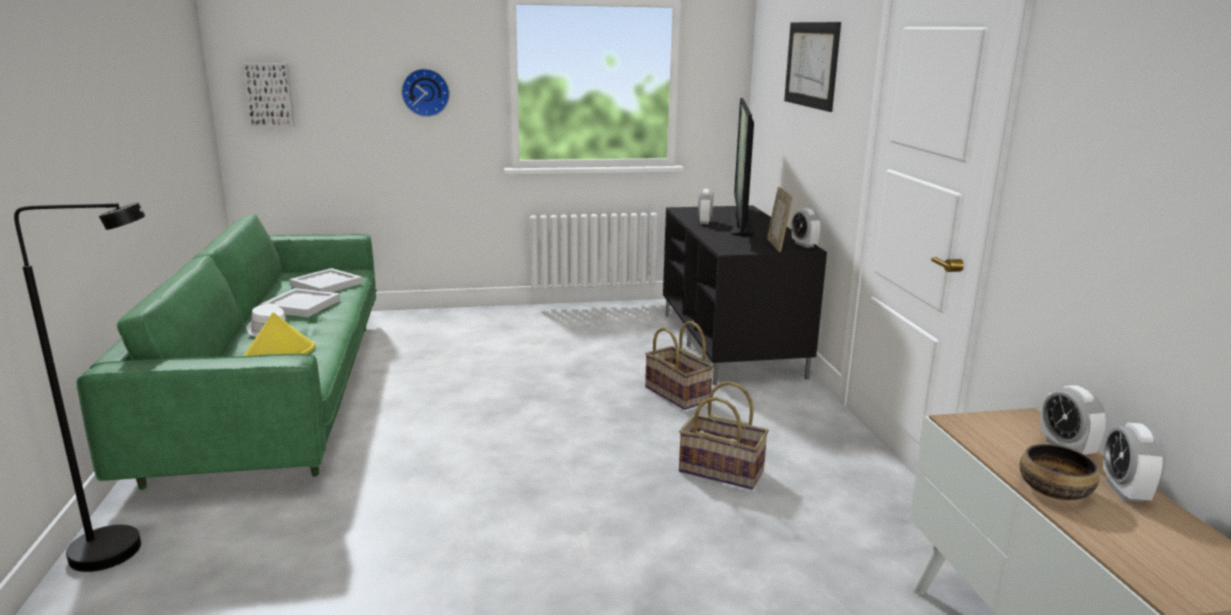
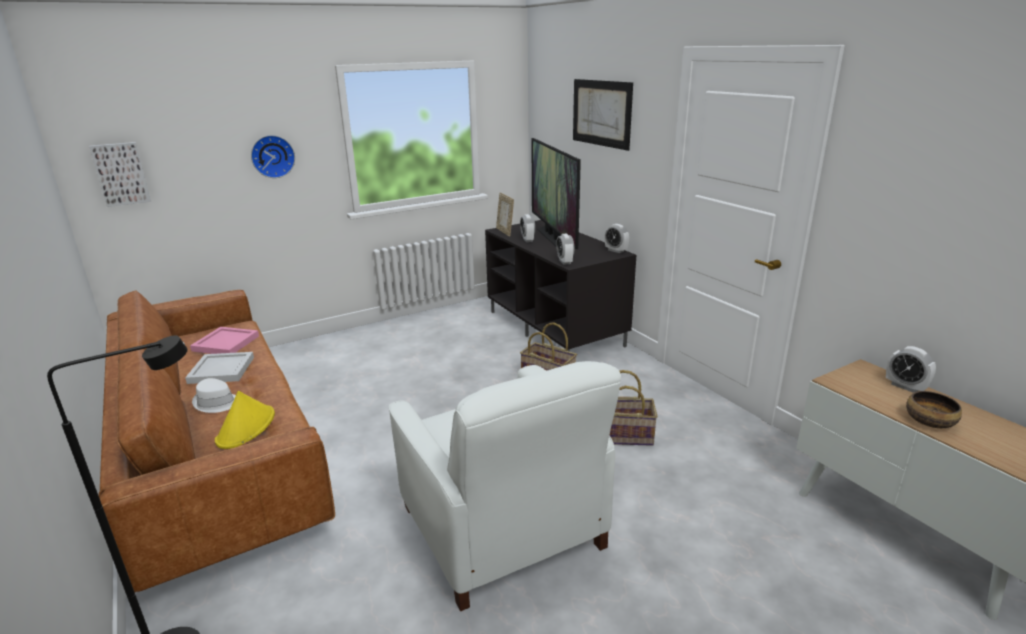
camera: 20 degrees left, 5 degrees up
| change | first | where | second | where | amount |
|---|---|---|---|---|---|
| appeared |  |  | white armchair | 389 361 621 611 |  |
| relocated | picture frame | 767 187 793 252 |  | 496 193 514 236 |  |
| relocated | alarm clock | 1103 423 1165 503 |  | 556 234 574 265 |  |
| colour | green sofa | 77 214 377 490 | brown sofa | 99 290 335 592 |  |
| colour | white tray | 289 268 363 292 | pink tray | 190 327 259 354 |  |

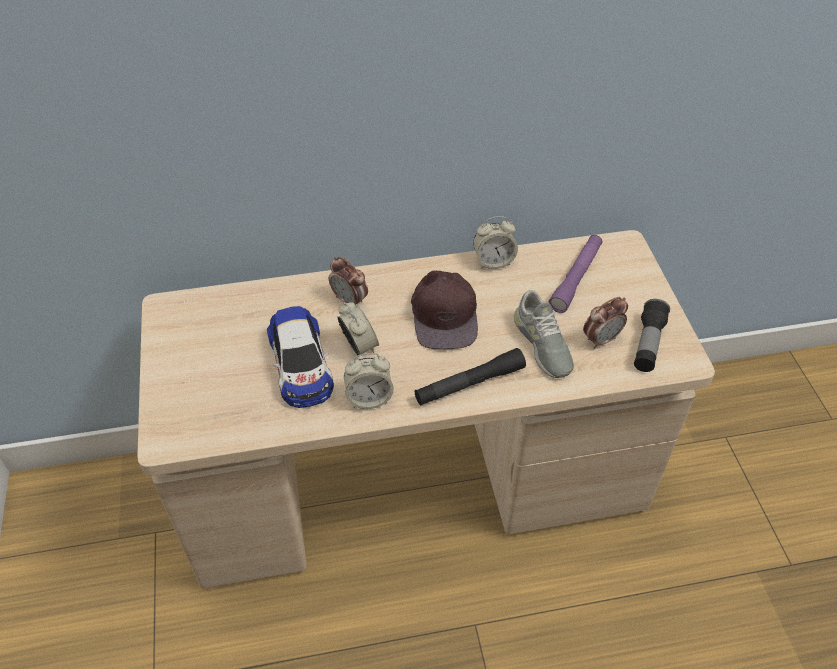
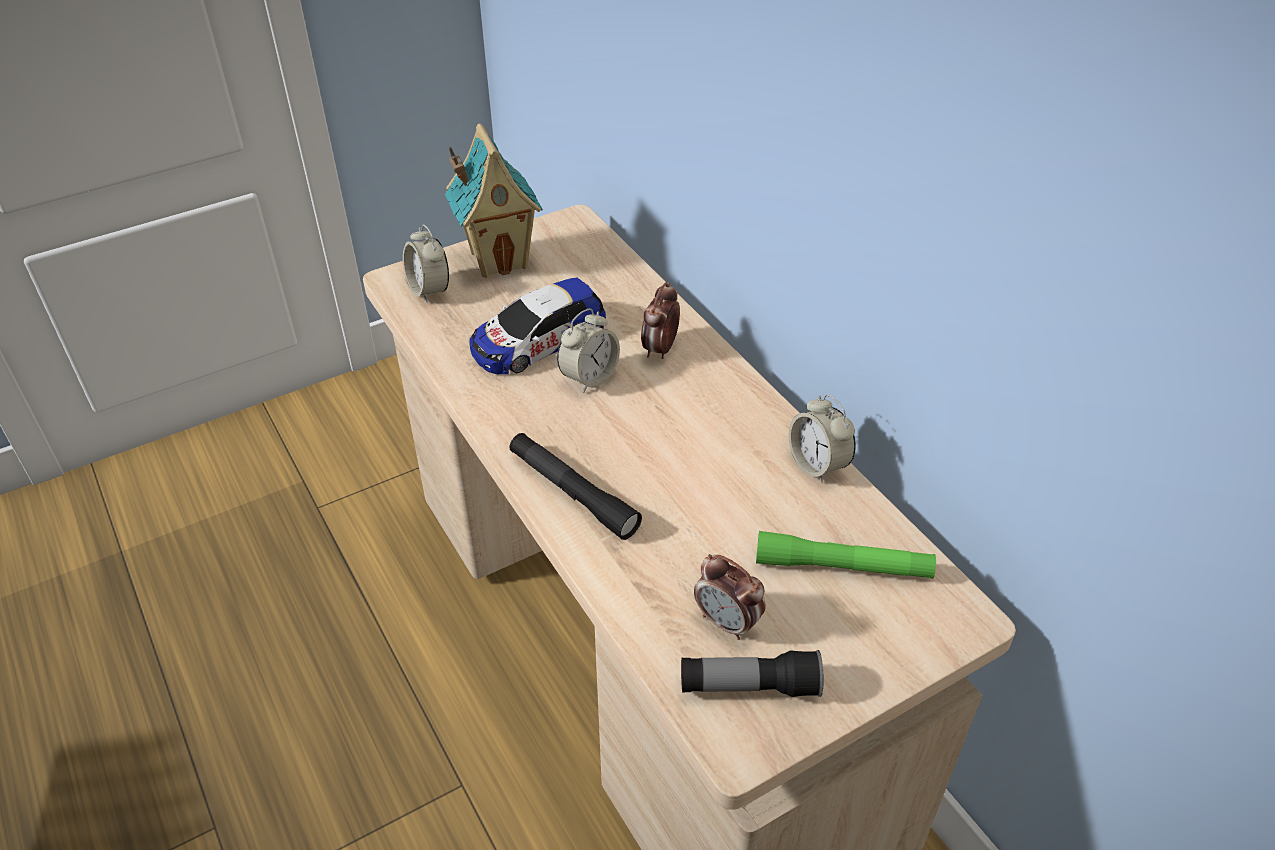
camera: 70 degrees right, 5 degrees down
| change | first | where | second | where | amount |
|---|---|---|---|---|---|
| missing | brown cap | 411 270 478 349 |  |  |  |
| missing | grey shoe | 514 290 574 378 |  |  |  |
| appeared |  |  | toy house | 445 123 543 278 |  |
| relocated | alarm clock | 344 353 394 409 |  | 403 224 449 303 |  |
| colour | purple flashlight | 549 235 603 313 | green flashlight | 756 531 936 579 |  |

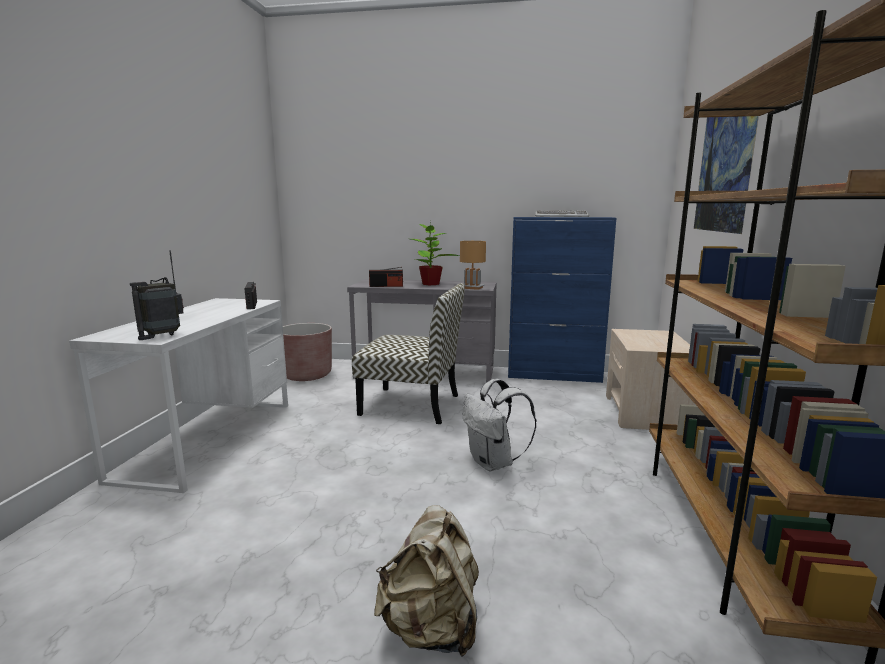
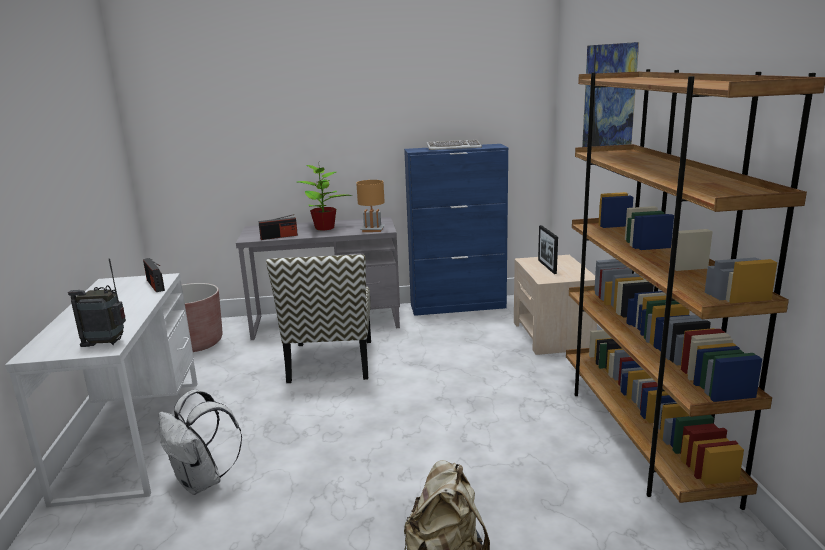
camera: 15 degrees left, 5 degrees up
| change | first | where | second | where | amount |
|---|---|---|---|---|---|
| appeared |  |  | picture frame | 538 225 558 274 |  |
| relocated | white backpack | 463 379 537 472 |  | 159 390 242 495 |  |
| spun | radio | 130 250 184 340 |  | 68 258 126 347 | 60 degrees clockwise |
| spun | chair | 352 283 465 424 |  | 266 255 371 383 | 90 degrees clockwise |

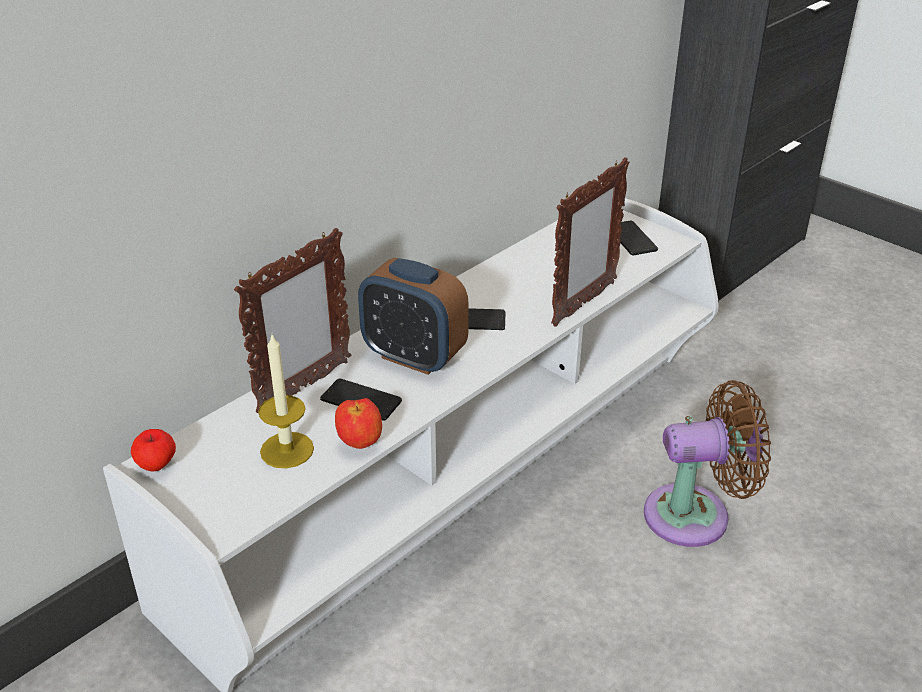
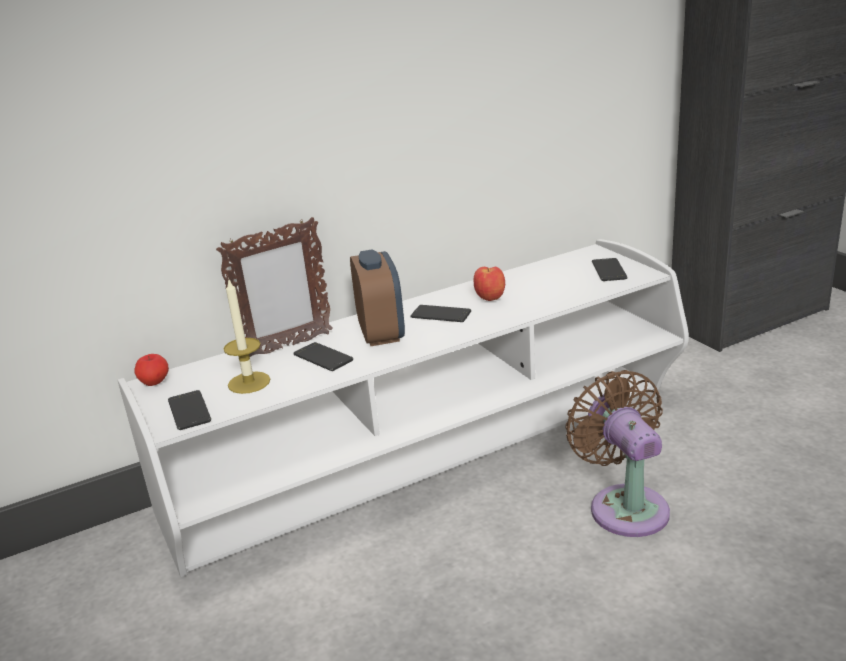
camera: 20 degrees right, 10 degrees down
| change | first | where | second | where | amount |
|---|---|---|---|---|---|
| missing | picture frame | 551 157 629 327 |  |  |  |
| appeared |  |  | phone | 168 390 211 430 |  |
| relocated | apple | 335 398 382 449 |  | 474 267 505 301 |  |
| spun | alarm clock | 358 258 469 375 |  | 350 249 405 346 | 150 degrees counterclockwise |
| spun | brown fan | 644 380 771 547 |  | 566 370 670 537 | 120 degrees counterclockwise |

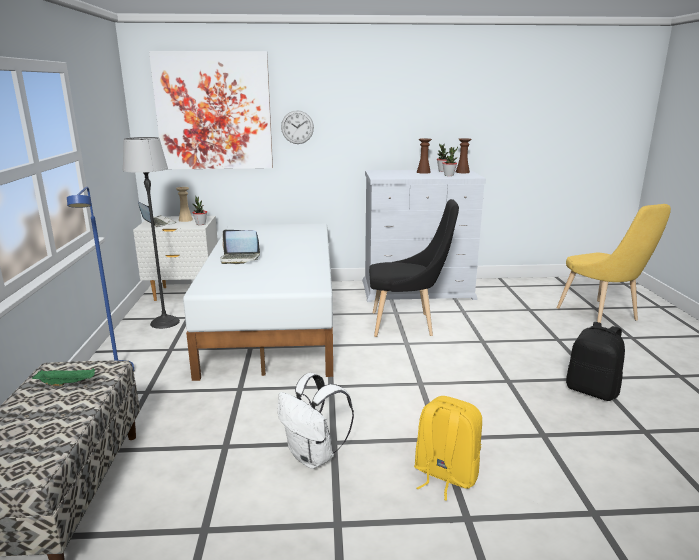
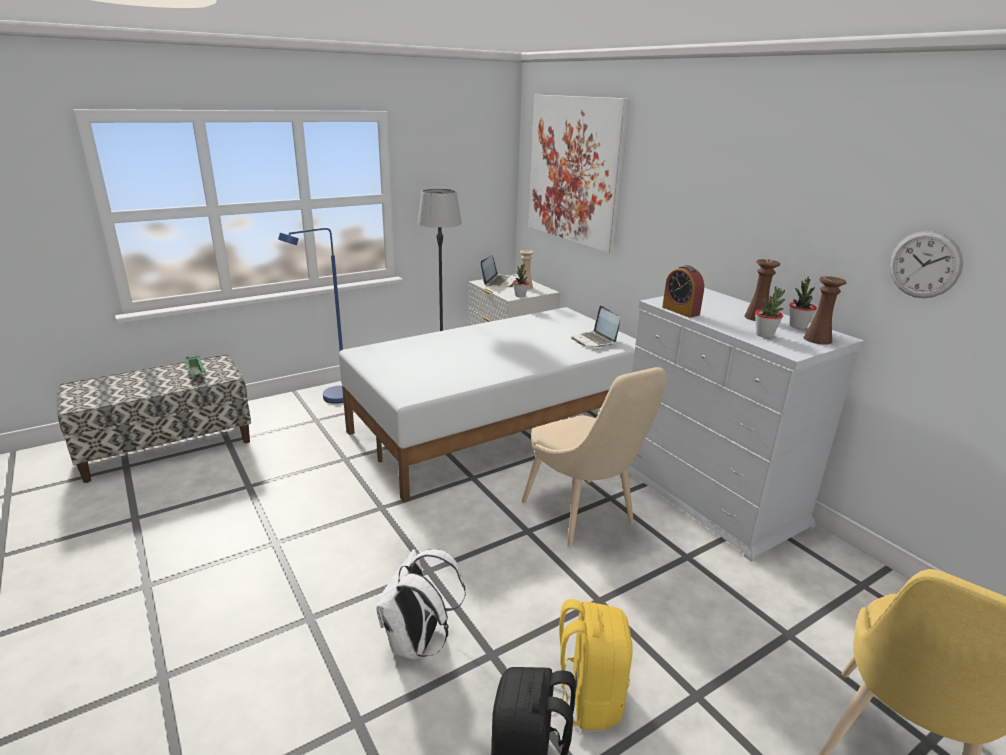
camera: 60 degrees right, 5 degrees up
| change | first | where | second | where | amount |
|---|---|---|---|---|---|
| appeared |  |  | alarm clock | 662 265 704 318 |  |
| relocated | laptop | 220 230 260 264 |  | 571 306 620 347 |  |
| relocated | white backpack | 278 373 354 469 |  | 376 549 466 660 |  |
| relocated | wall clock | 281 110 314 144 |  | 889 231 963 298 |  |
| relocated | yellow backpack | 414 396 482 501 |  | 559 599 633 730 |  |
| colour | black chair | 369 199 459 337 | beige chair | 522 367 666 547 |  |

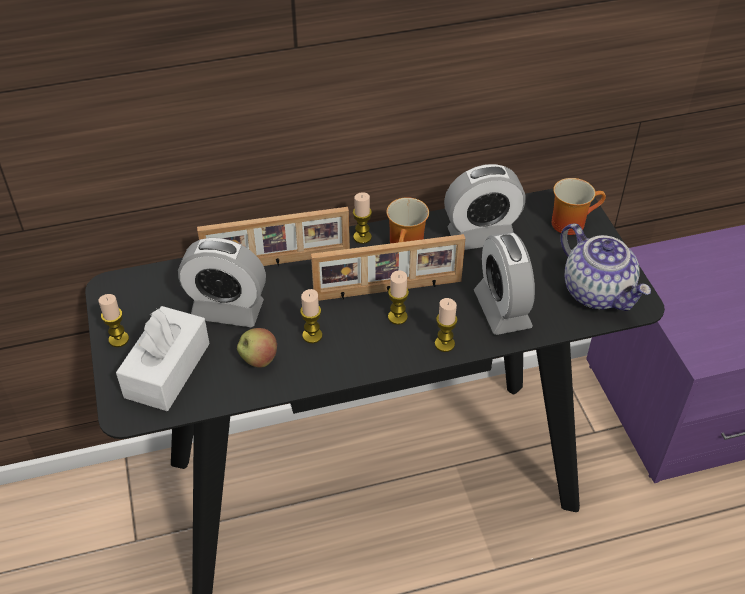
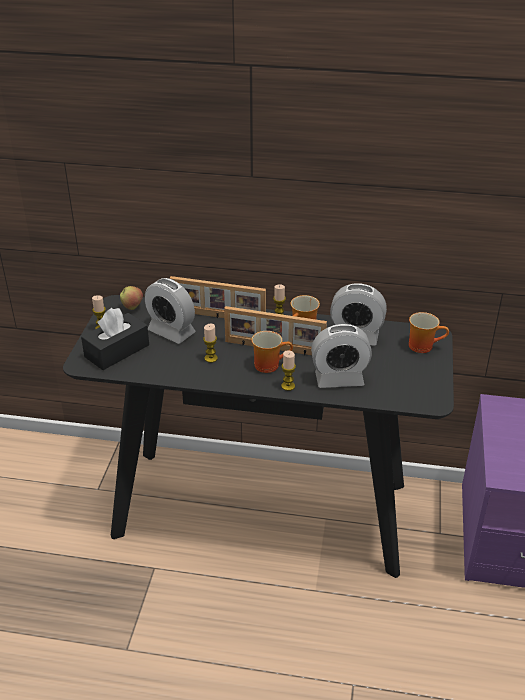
camera: 25 degrees right, 10 degrees down
| change | first | where | second | where | amount |
|---|---|---|---|---|---|
| missing | teapot | 560 224 651 311 |  |  |  |
| relocated | apple | 237 328 277 368 |  | 120 286 143 310 |  |
| exchanged | candle | 388 270 409 325 | mug | 251 331 293 373 |  |
| colour | white tissue box | 116 306 210 411 | black tissue box | 81 308 149 370 |  |
| spun | alarm clock | 474 232 535 335 |  | 311 324 372 388 | 105 degrees counterclockwise |

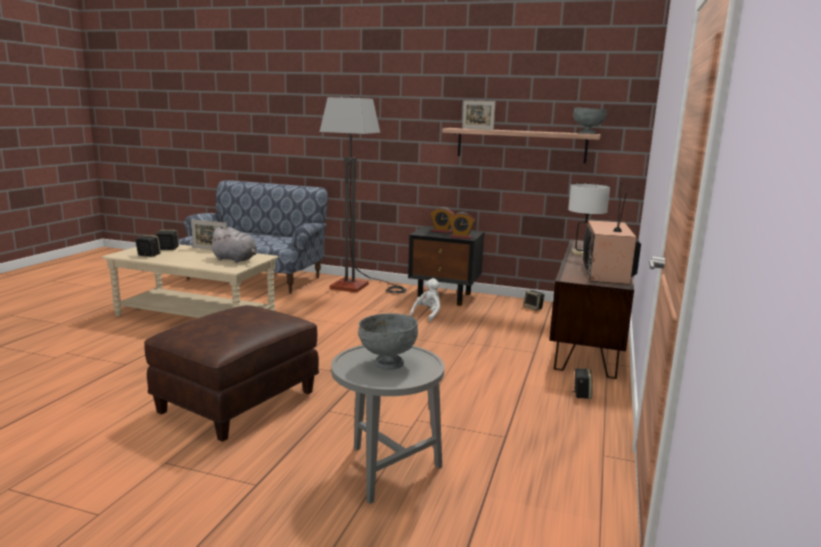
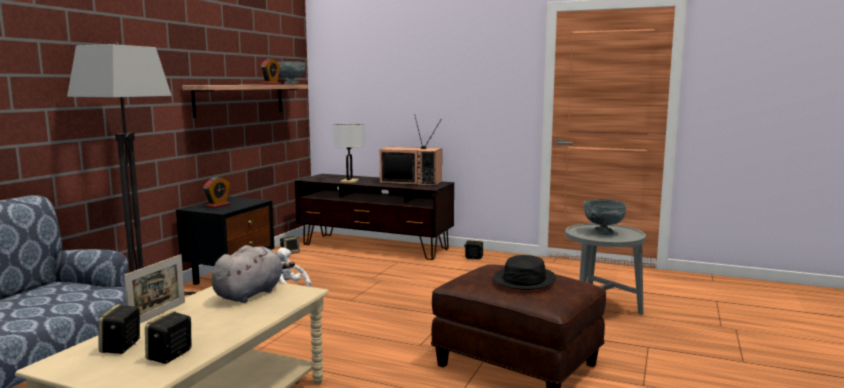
camera: 85 degrees left, 5 degrees down
| change | first | where | second | where | amount |
|---|---|---|---|---|---|
| missing | picture frame | 462 100 496 130 |  |  |  |
| appeared |  |  | black hat | 493 255 556 290 |  |
| relocated | alarm clock | 449 212 475 239 |  | 261 58 281 85 |  |

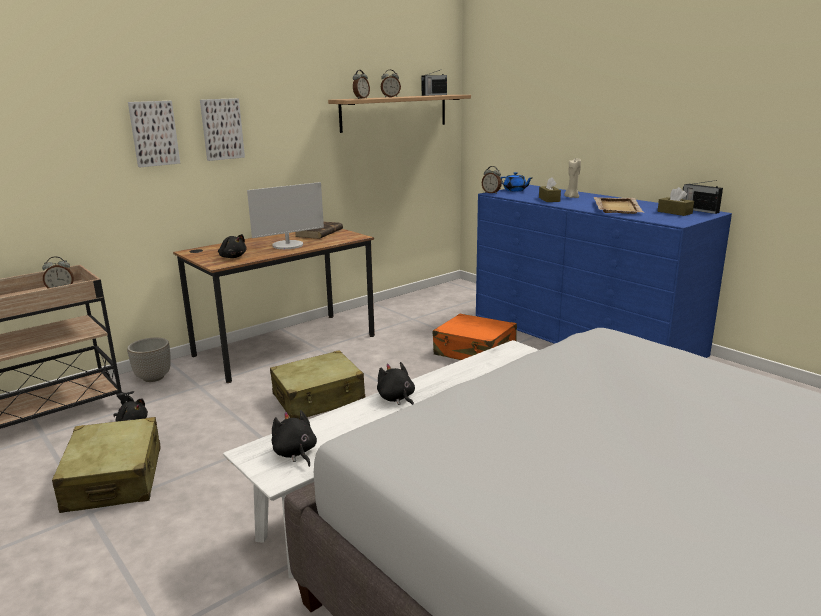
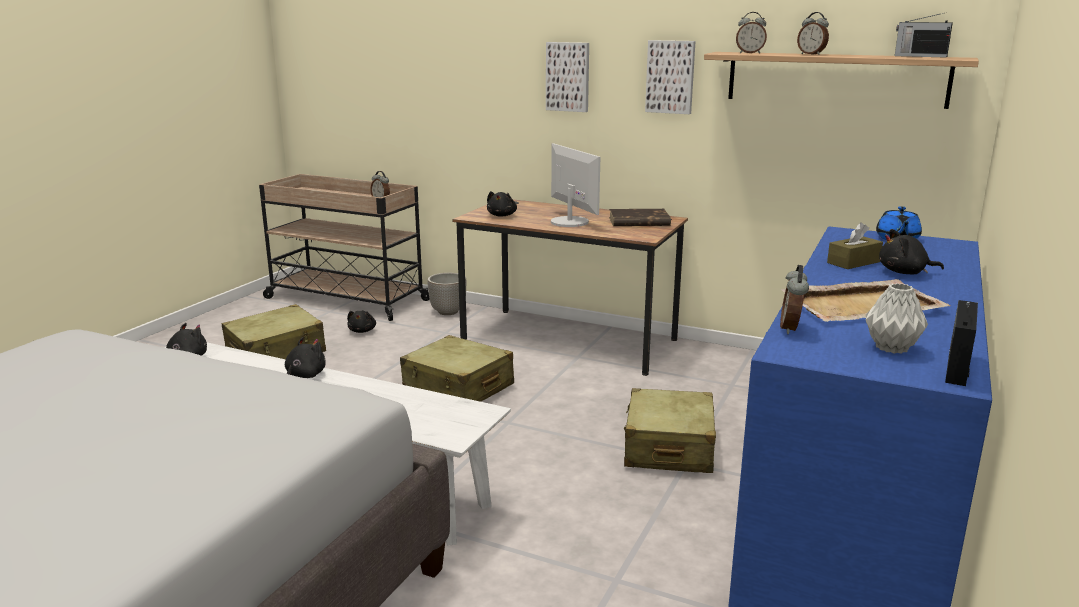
camera: 65 degrees right, 0 degrees up
| change | first | where | second | where | amount |
|---|---|---|---|---|---|
| relocated | picture | 128 101 180 167 |  | 645 40 696 114 |  |
| relocated | alarm clock | 482 166 502 194 |  | 780 265 809 334 |  |
| exchanged | beige candle | 564 158 581 198 | black plush toy | 879 229 944 274 |  |
| exchanged | brown tissue box | 658 187 694 216 | grey vase | 866 283 928 354 |  |
| colour | orange suitcase | 433 314 517 360 | beige suitcase | 624 388 716 473 |  |
| spun | monitor | 247 182 324 249 |  | 551 143 600 227 | 150 degrees counterclockwise |

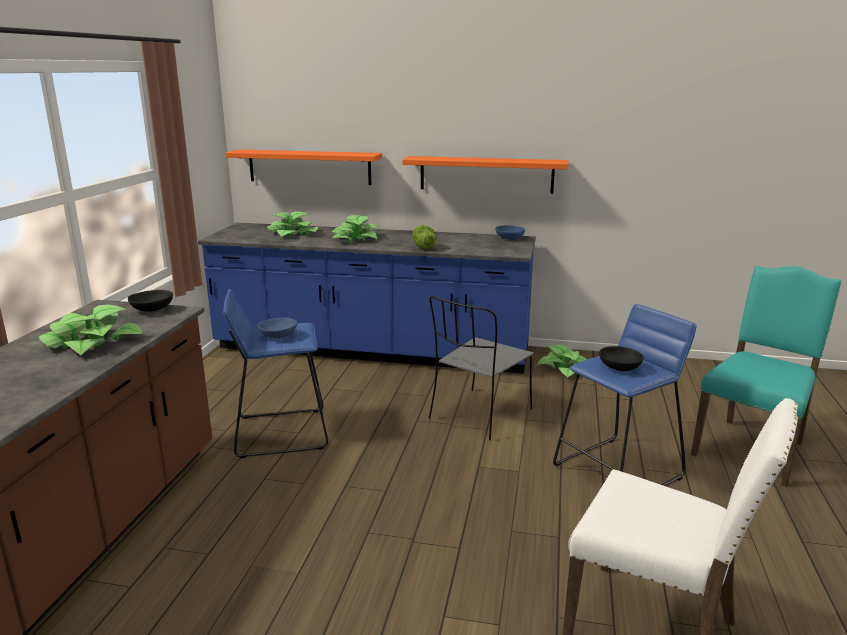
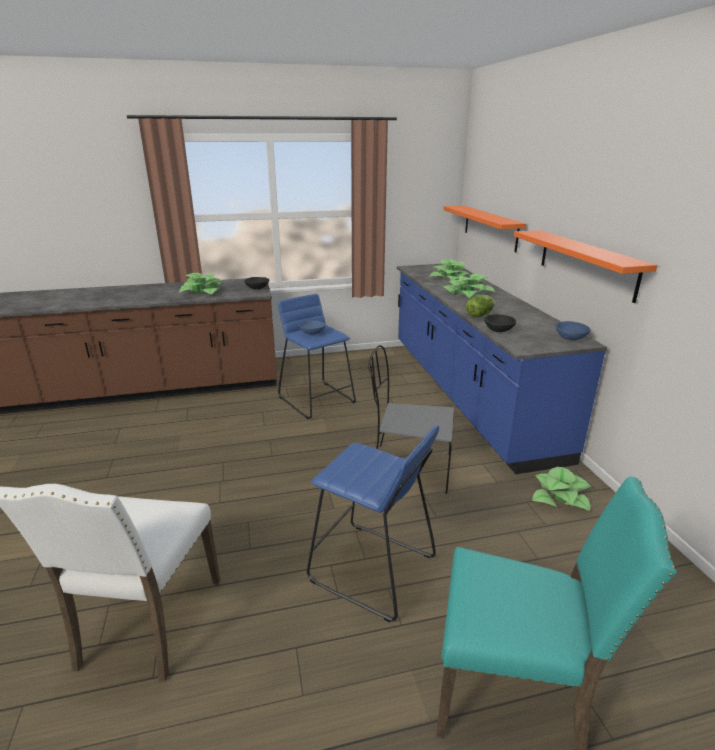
camera: 65 degrees right, 5 degrees up
| change | first | where | second | where | amount |
|---|---|---|---|---|---|
| relocated | black bowl | 599 346 644 371 |  | 484 314 516 332 |  |

